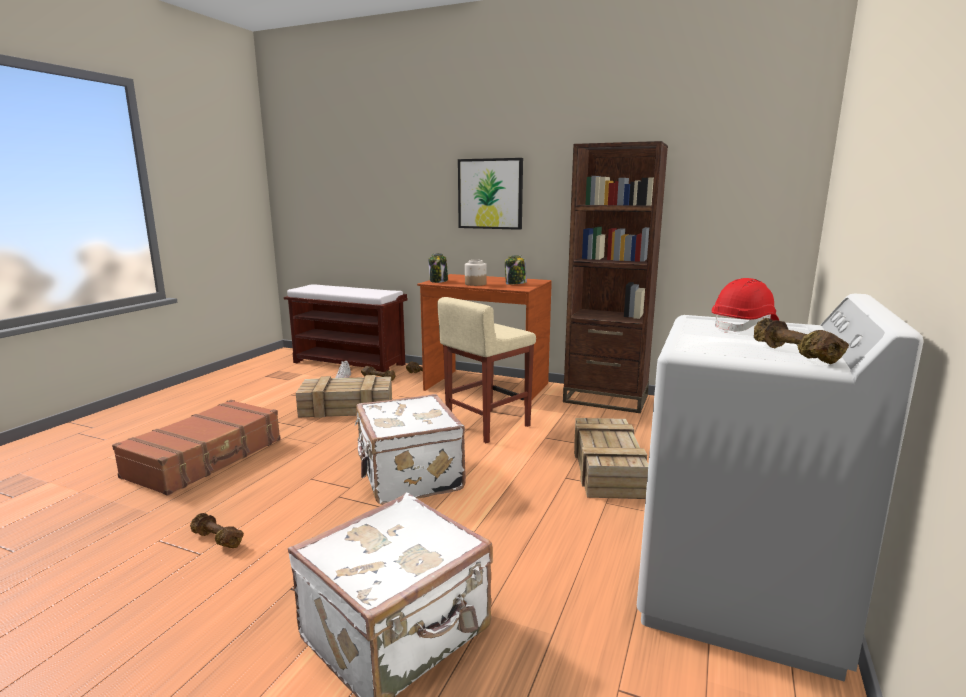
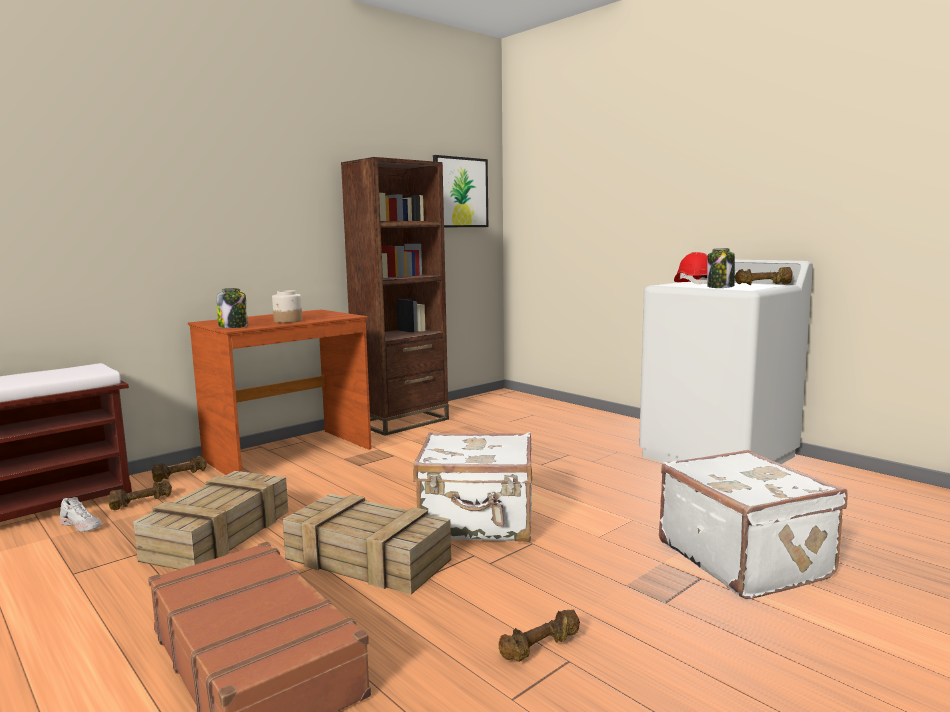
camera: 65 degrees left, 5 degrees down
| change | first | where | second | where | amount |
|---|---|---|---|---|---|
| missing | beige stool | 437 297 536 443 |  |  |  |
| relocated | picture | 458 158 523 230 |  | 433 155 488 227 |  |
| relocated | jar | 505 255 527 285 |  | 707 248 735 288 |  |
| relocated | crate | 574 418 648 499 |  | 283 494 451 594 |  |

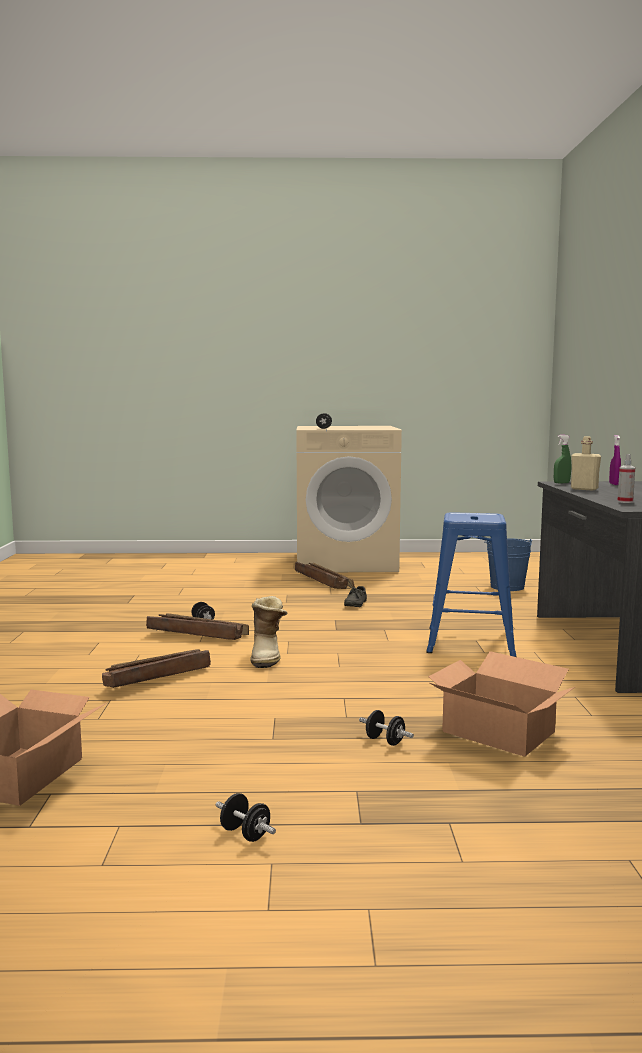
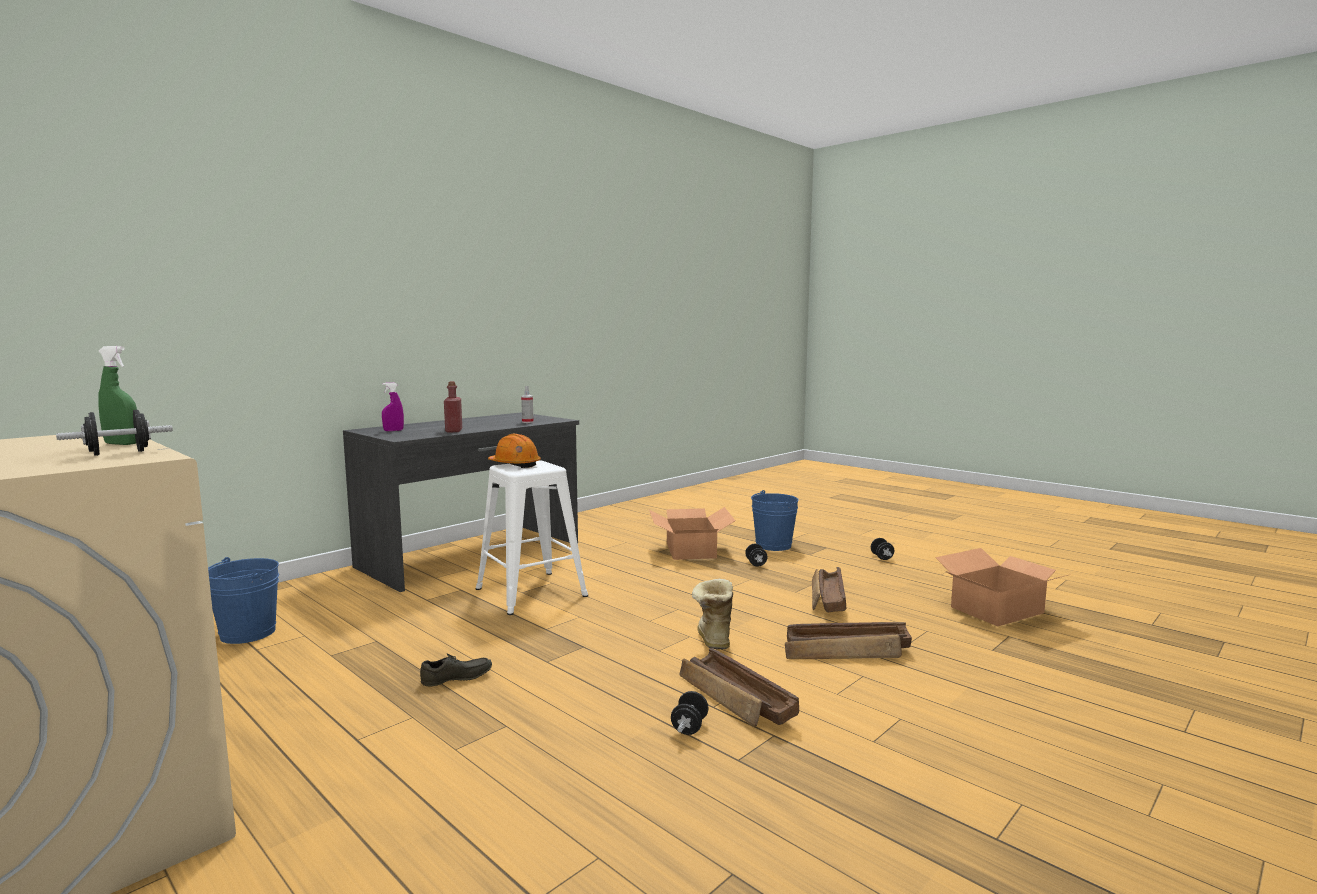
camera: 135 degrees left, 0 degrees up
| change | first | where | second | where | amount |
|---|---|---|---|---|---|
| appeared |  |  | orange hard hat | 488 434 541 468 |  |
| appeared |  |  | blue bucket | 751 490 799 551 |  |
| relocated | crate | 295 562 355 589 |  | 812 567 846 612 |  |
| relocated | green spray bottle | 554 435 571 483 |  | 98 346 137 445 |  |
| colour | blue stool | 426 512 517 657 | white stool | 476 460 588 615 |  |
| colour | beige bottle | 571 436 601 491 | red bottle | 444 381 462 432 |  |
| spun | boot | 250 596 288 668 |  | 692 579 733 650 | 45 degrees counterclockwise |

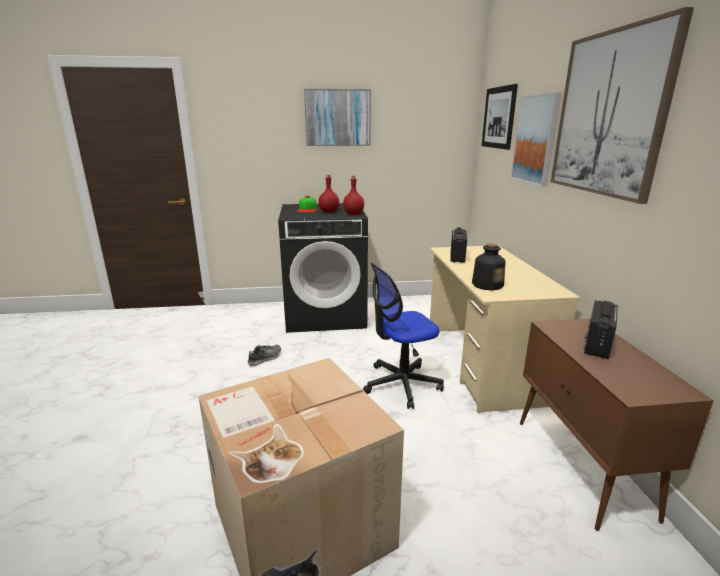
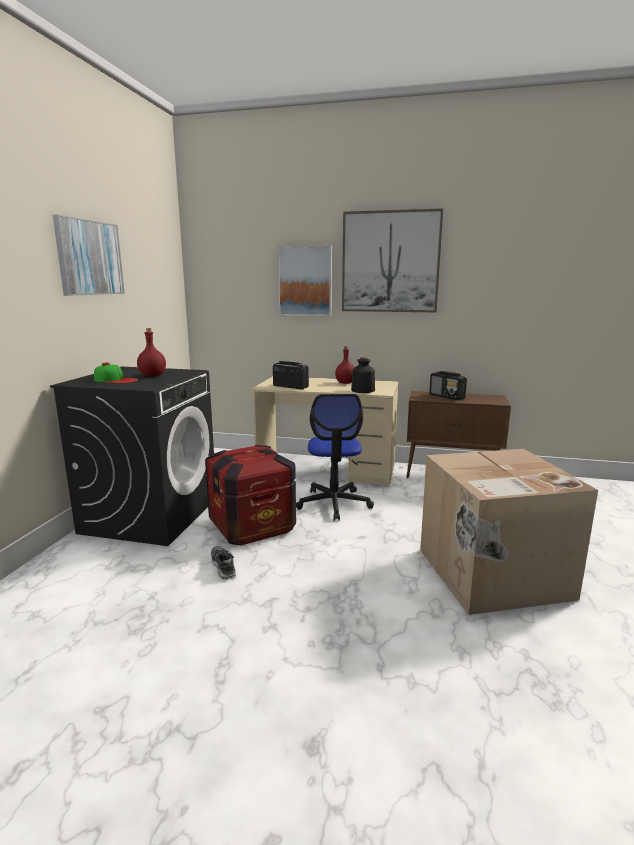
camera: 70 degrees left, 5 degrees down
| change | first | where | second | where | amount |
|---|---|---|---|---|---|
| missing | picture | 482 84 518 150 |  |  |  |
| appeared |  |  | crate | 205 445 296 546 |  |
| relocated | red bottle | 343 176 364 215 |  | 335 346 355 384 |  |

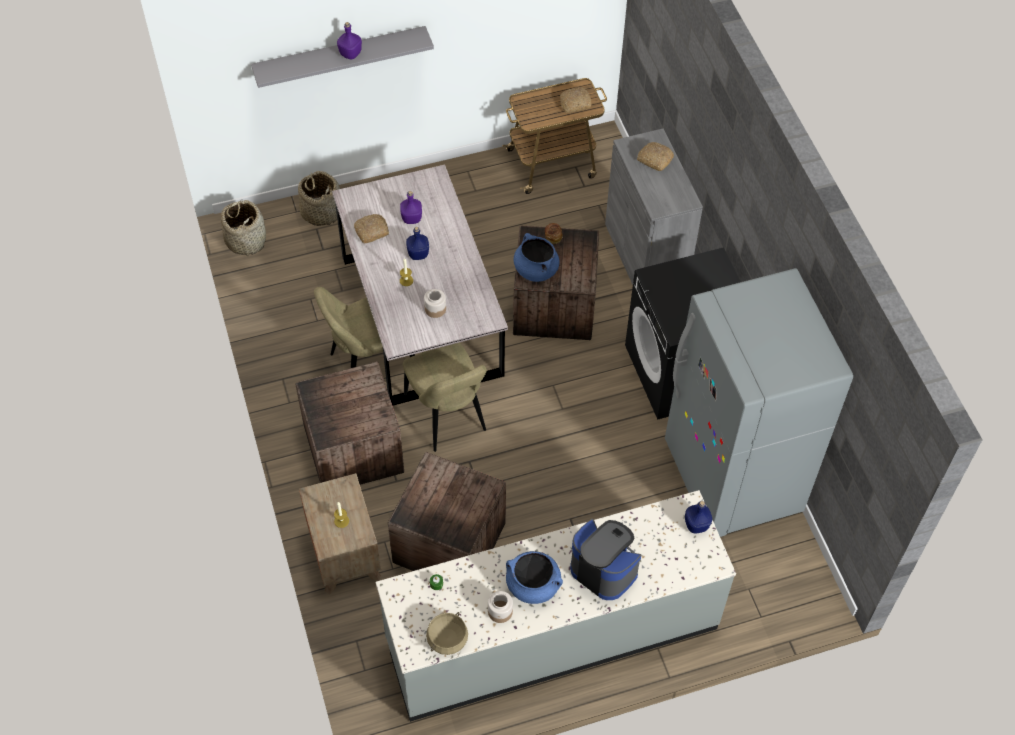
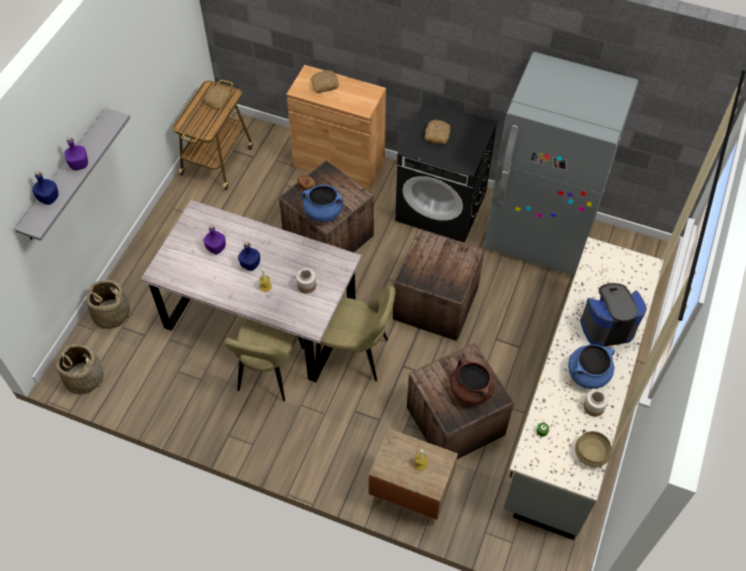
camera: 50 degrees left, 0 degrees up
| change | first | where | second | where | amount |
|---|---|---|---|---|---|
| appeared |  |  | brown cooking pot | 450 358 494 405 |  |
| relocated | crate | 295 362 404 485 |  | 393 229 485 341 |  |
| relocated | bread | 354 214 389 243 |  | 425 120 451 144 |  |
| relocated | blue bottle | 685 501 712 534 |  | 32 171 58 205 |  |
| colour | grey cabinet | 605 128 703 285 | brown cabinet | 286 65 386 191 |  |

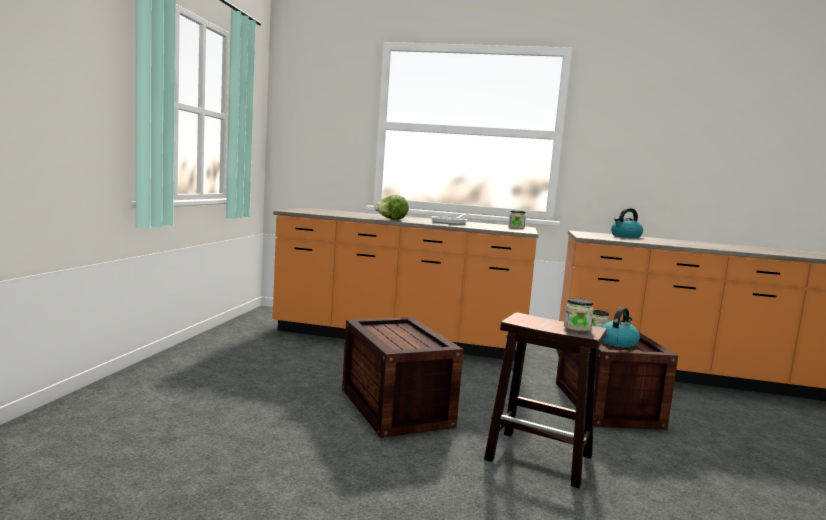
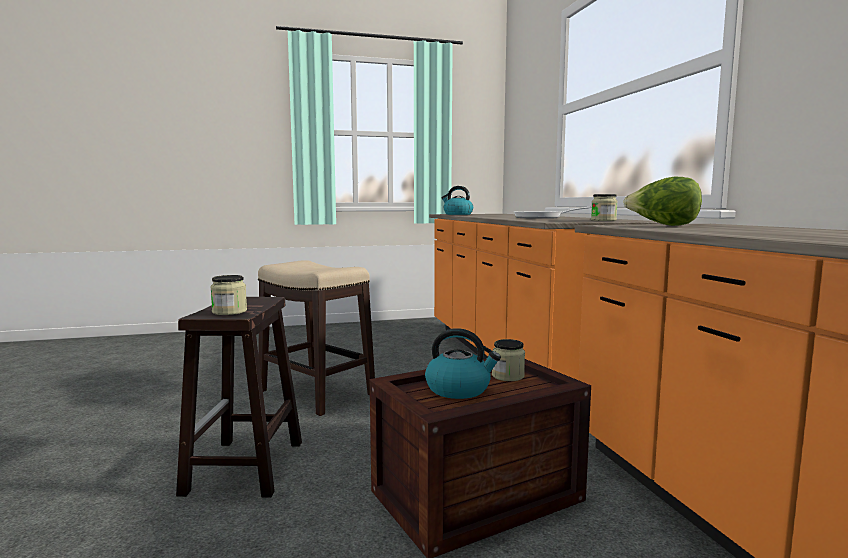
camera: 65 degrees right, 0 degrees up
| change | first | where | second | where | amount |
|---|---|---|---|---|---|
| relocated | lettuce | 374 195 409 220 |  | 623 176 702 226 |  |
| relocated | kettle | 611 208 643 238 |  | 442 186 473 215 |  |
| exchanged | crate | 342 317 464 438 | stool | 258 260 375 416 |  |

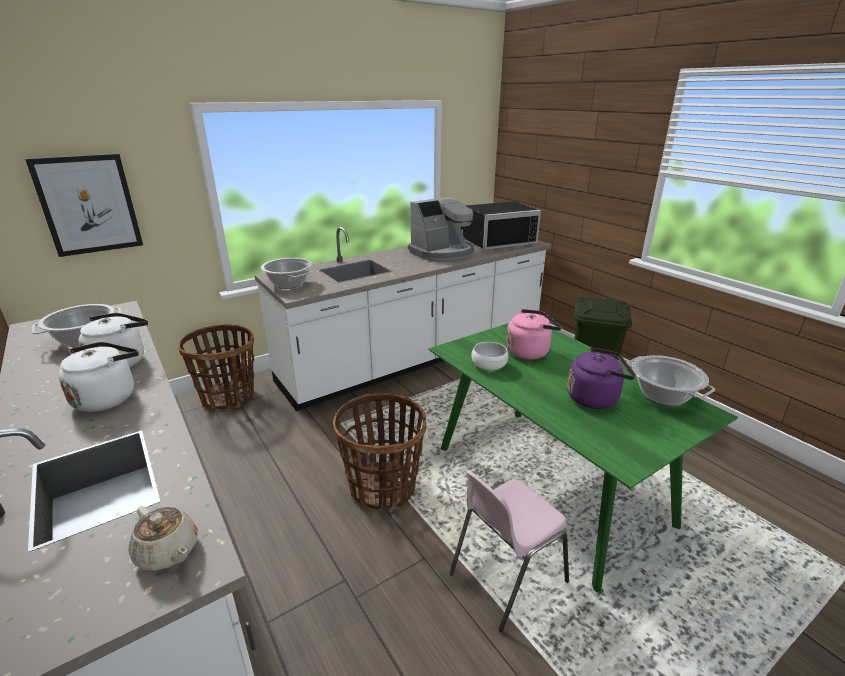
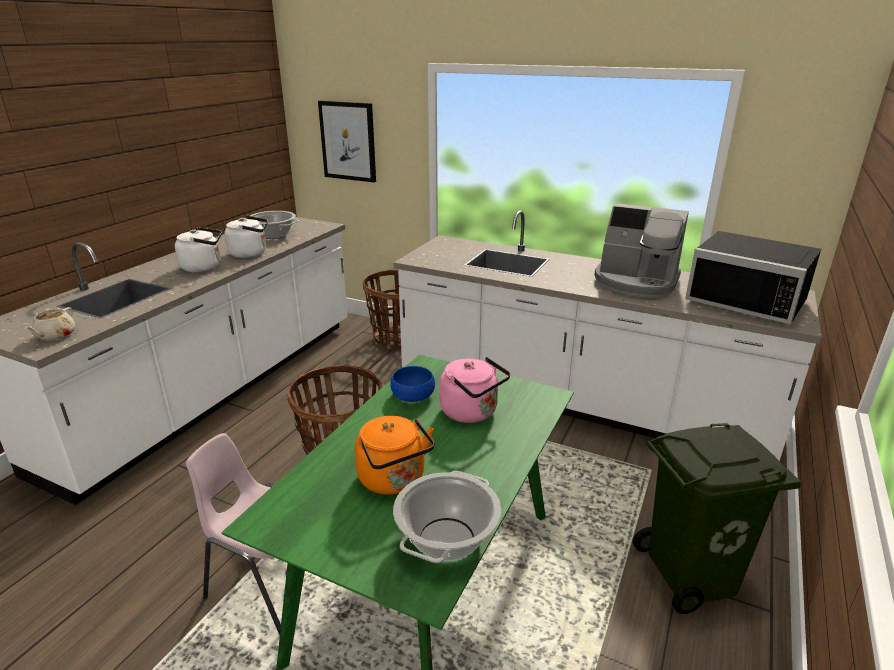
camera: 60 degrees right, 0 degrees up
| change | first | where | second | where | amount |
|---|---|---|---|---|---|
| missing | cooking pot | 261 258 312 289 |  |  |  |
| colour | white bowl | 471 342 509 370 | blue bowl | 390 366 435 402 |  |
| colour | purple kettle | 567 347 636 409 | orange kettle | 355 416 435 495 |  |

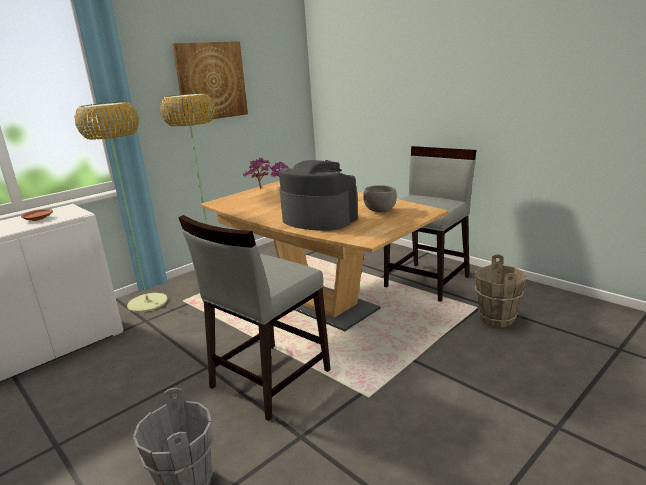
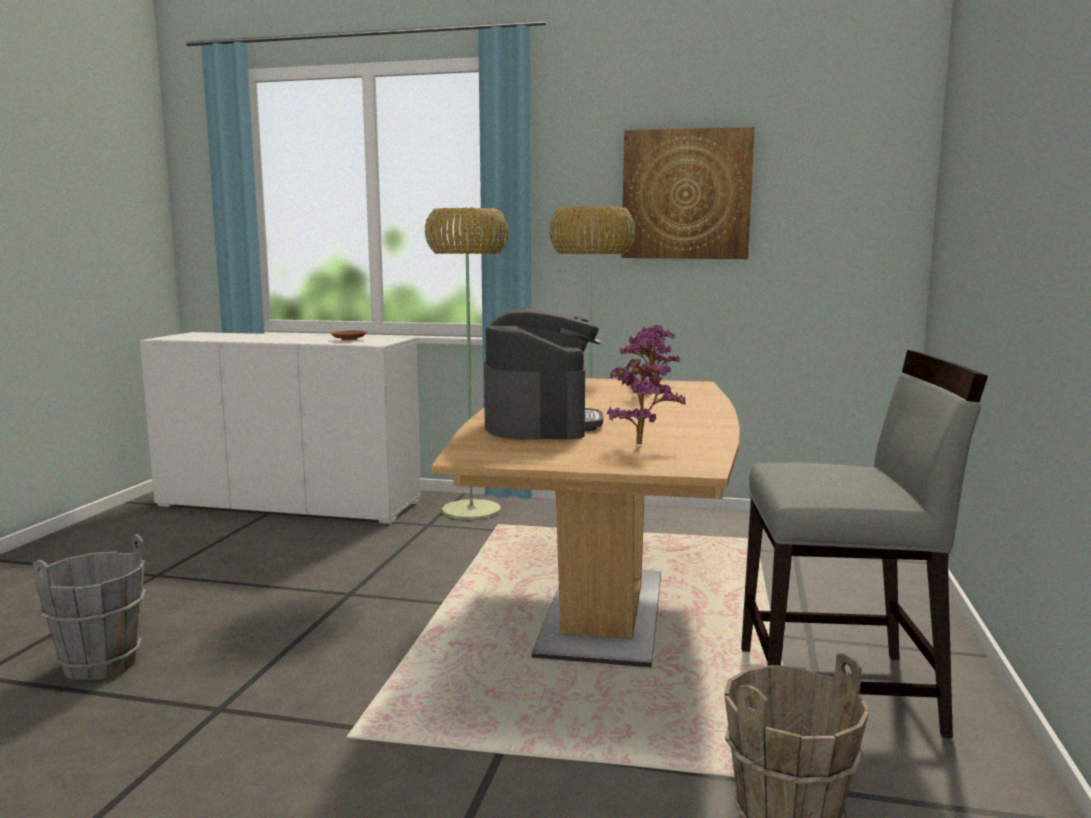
camera: 55 degrees right, 10 degrees down
| change | first | where | second | where | amount |
|---|---|---|---|---|---|
| missing | grey chair | 178 215 330 421 |  |  |  |
| exchanged | grey bowl | 363 185 397 213 | potted plant | 607 358 686 445 |  |

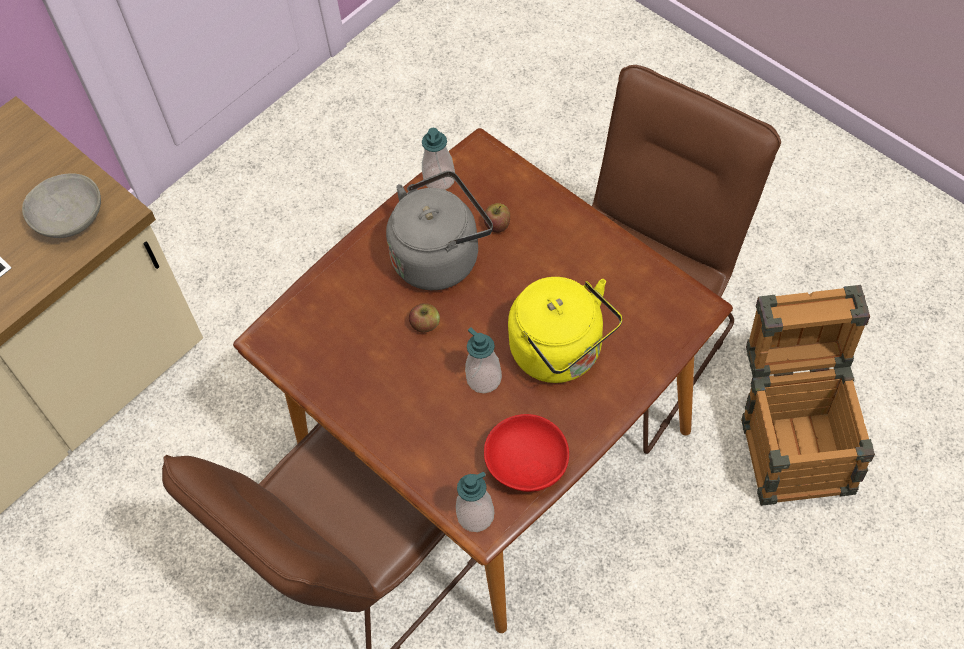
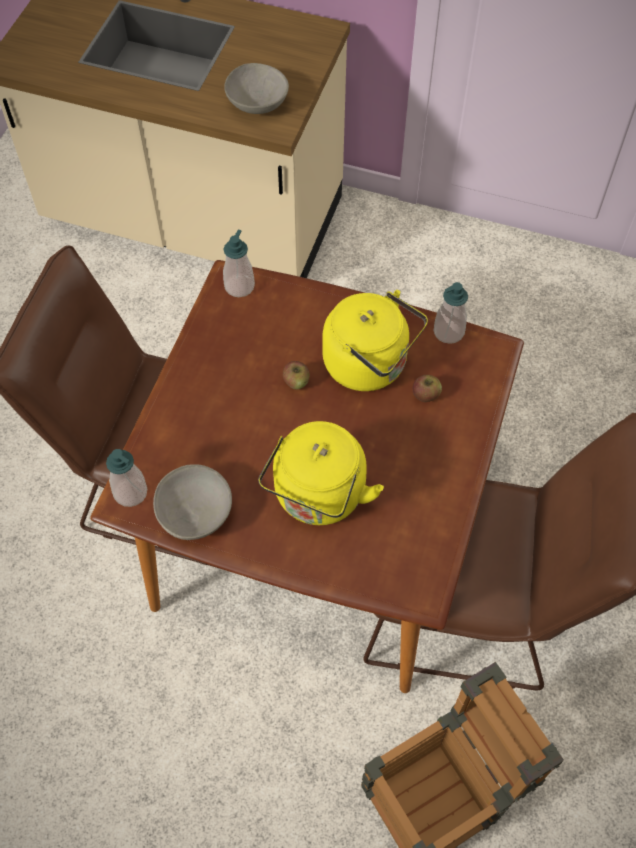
camera: 60 degrees right, 0 degrees up
| change | first | where | second | where | amount |
|---|---|---|---|---|---|
| relocated | soap dispenser | 465 328 502 393 |  | 223 230 255 297 |  |
| colour | grey kettle | 386 171 493 290 | yellow kettle | 322 290 428 391 |  |
| colour | red bowl | 484 414 569 492 | grey bowl | 153 464 232 540 |  |

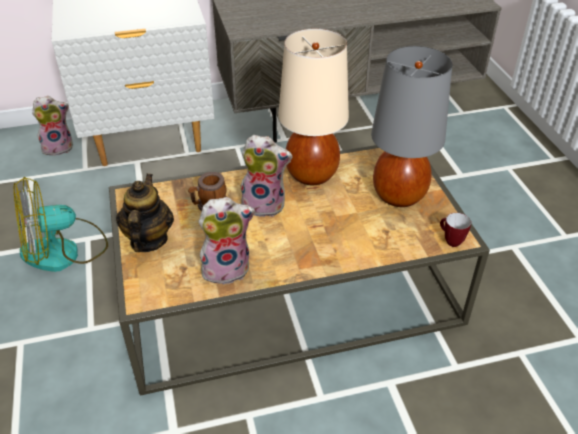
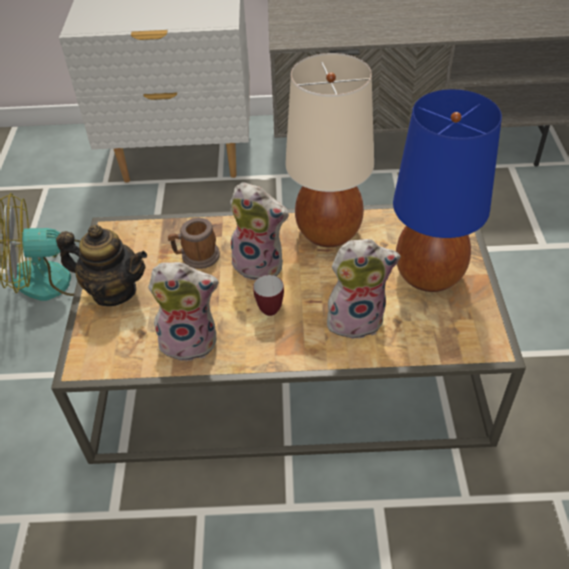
camera: 15 degrees right, 5 degrees up
| change | first | where | second | where | amount |
|---|---|---|---|---|---|
| relocated | plush toy | 32 96 73 156 |  | 327 239 401 339 |  |
| relocated | mug | 440 213 471 247 |  | 253 275 284 316 |  |
| colour | grey table lamp | 371 46 452 207 | blue table lamp | 393 89 502 292 |  |
| spun | teapot | 116 174 174 252 |  | 56 225 147 306 | 90 degrees clockwise |

